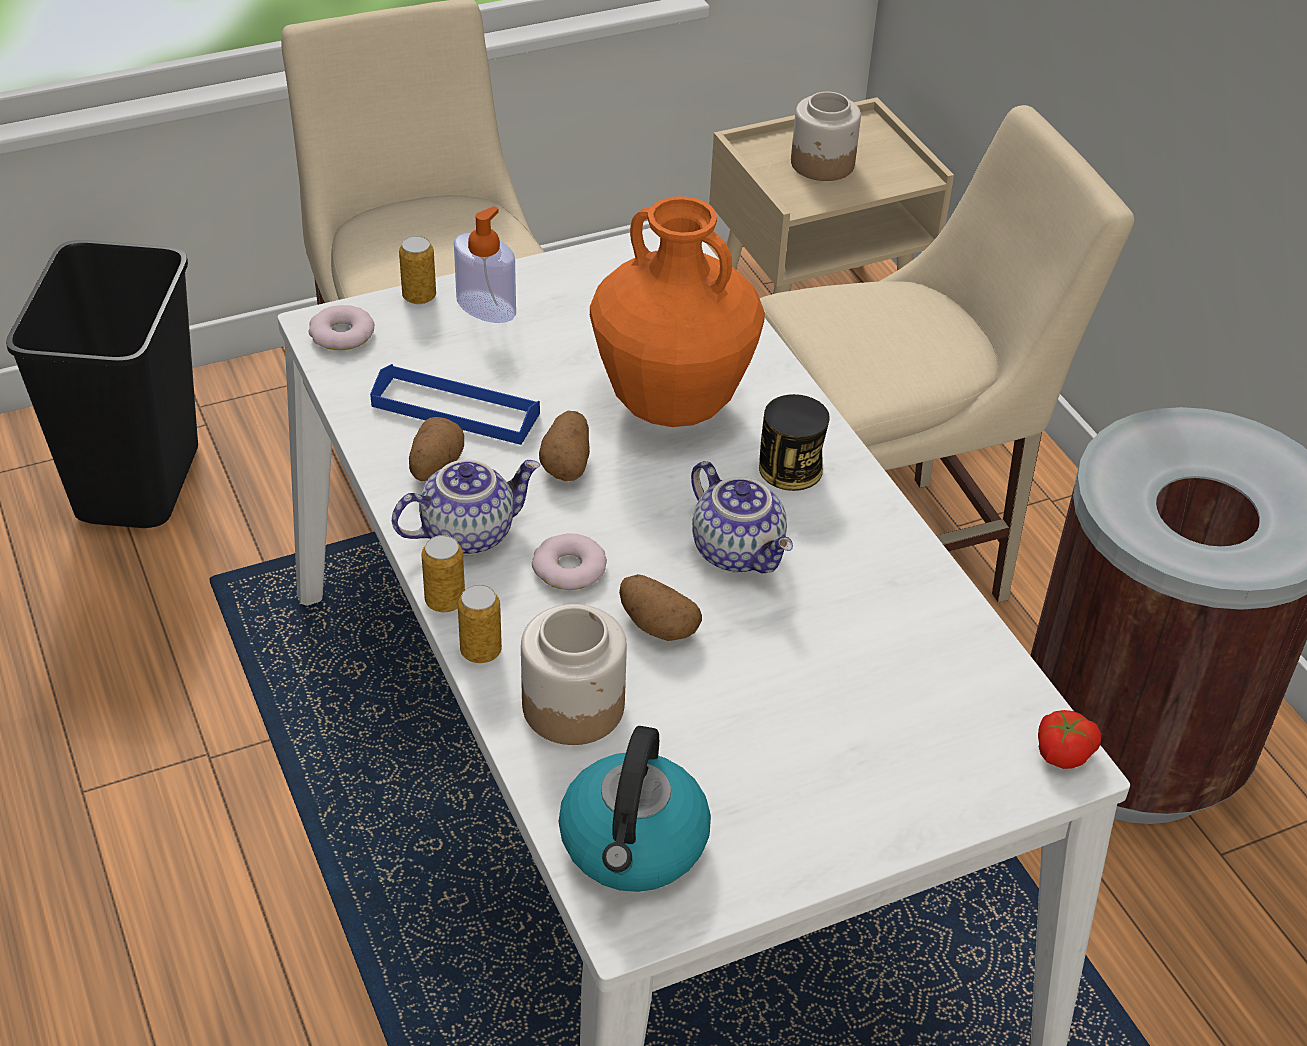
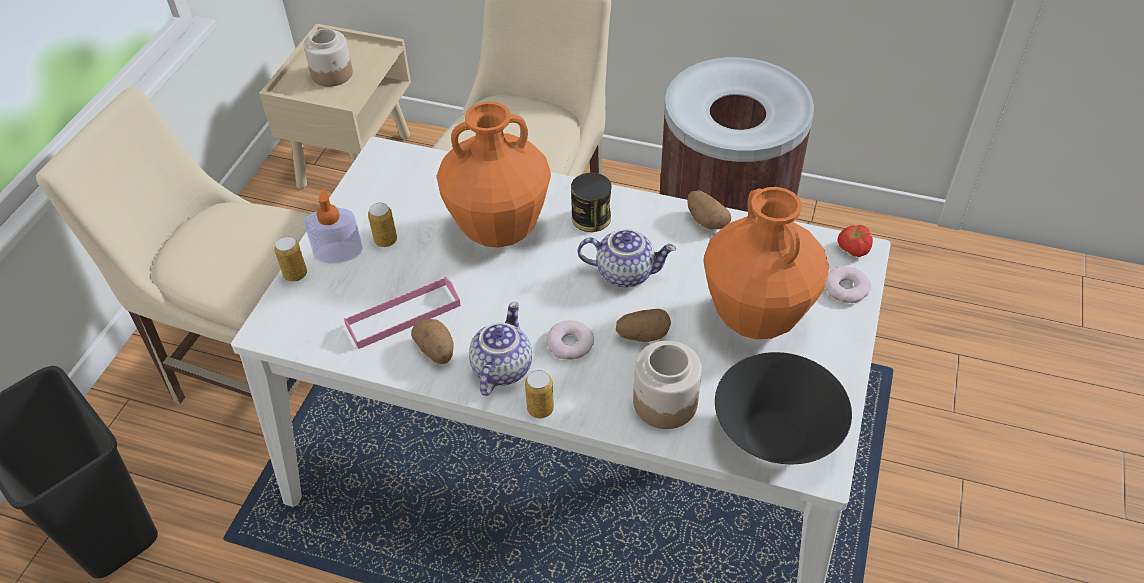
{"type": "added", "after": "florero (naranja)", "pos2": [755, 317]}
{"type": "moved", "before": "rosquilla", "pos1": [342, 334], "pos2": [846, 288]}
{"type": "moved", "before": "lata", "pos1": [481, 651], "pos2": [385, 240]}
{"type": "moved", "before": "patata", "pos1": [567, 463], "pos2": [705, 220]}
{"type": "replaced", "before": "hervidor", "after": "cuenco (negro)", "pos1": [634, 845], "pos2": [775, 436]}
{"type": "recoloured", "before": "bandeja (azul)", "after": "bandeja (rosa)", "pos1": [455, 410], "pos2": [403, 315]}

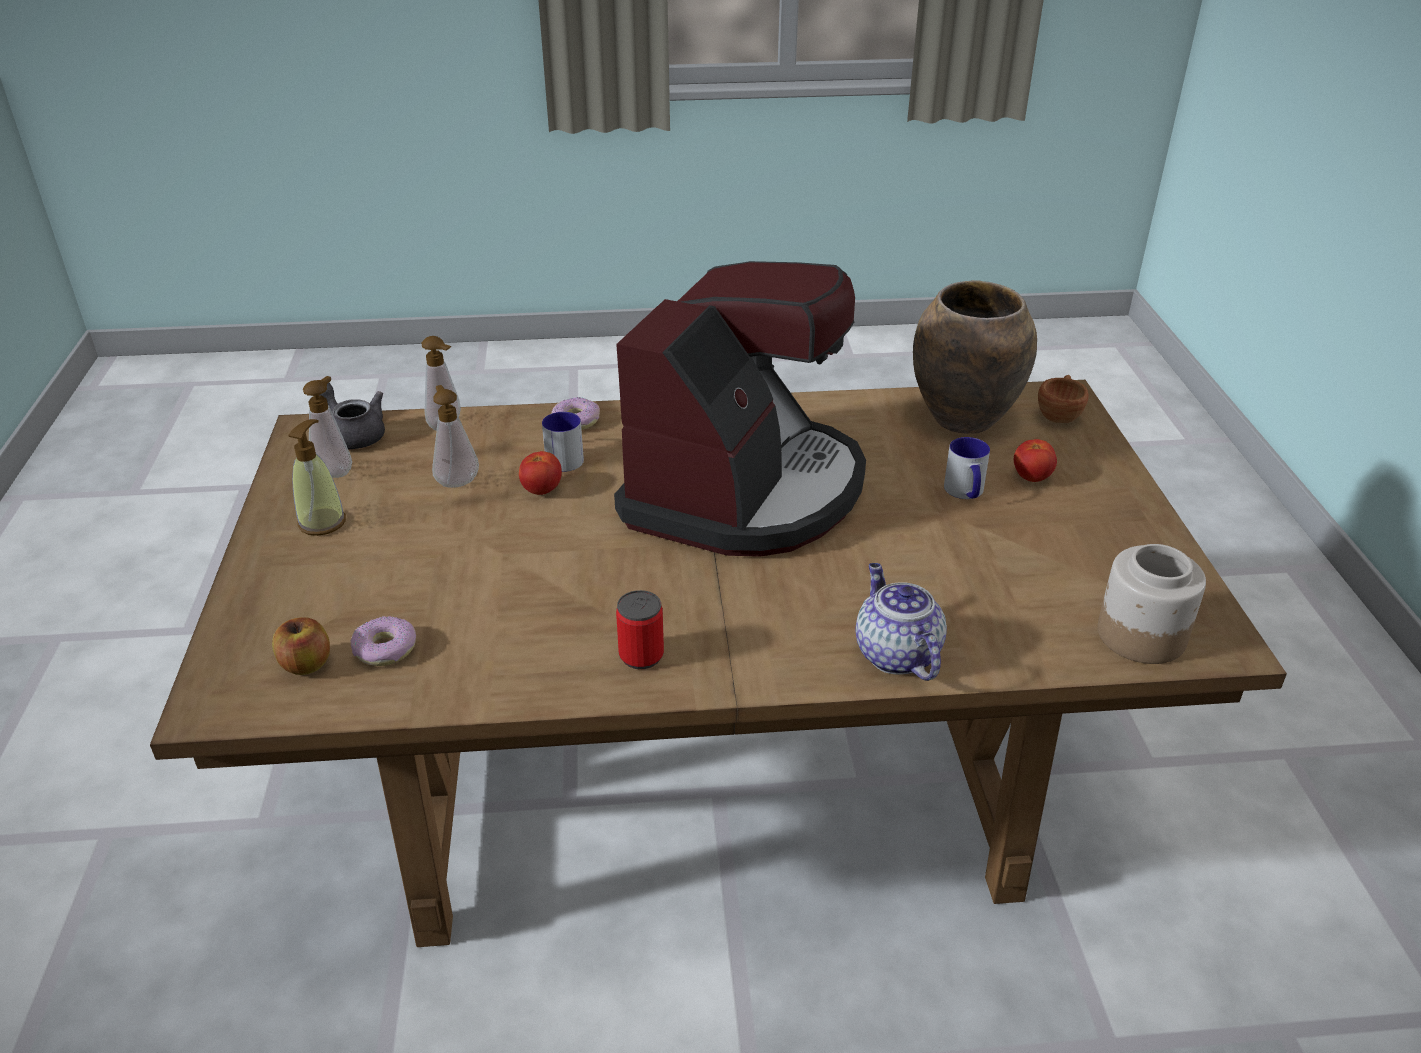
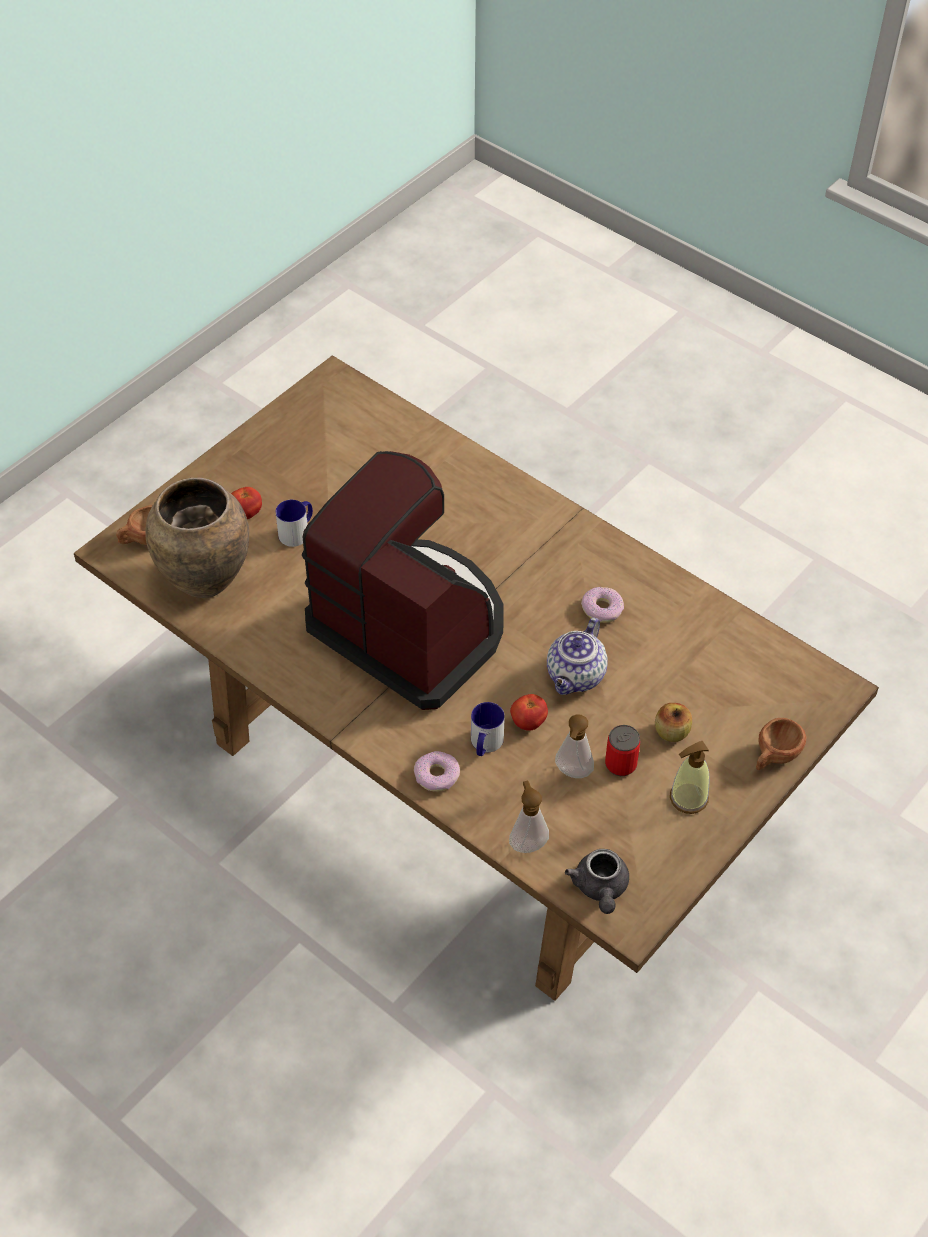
{"type": "removed", "before": "dispensador de jabón", "pos1": [336, 471]}
{"type": "removed", "before": "tarro", "pos1": [1140, 635]}
{"type": "added", "after": "taza (marrón)", "pos2": [774, 757]}
{"type": "moved", "before": "manzana", "pos1": [306, 664], "pos2": [671, 732]}
{"type": "moved", "before": "rosquilla", "pos1": [385, 649], "pos2": [602, 609]}
{"type": "moved", "before": "lata", "pos1": [641, 655], "pos2": [620, 764]}
{"type": "moved", "before": "tetera", "pos1": [895, 654], "pos2": [575, 677]}
{"type": "turned", "before": "cafetera", "pos1": [745, 490], "pos2": [411, 626], "turn": 60}

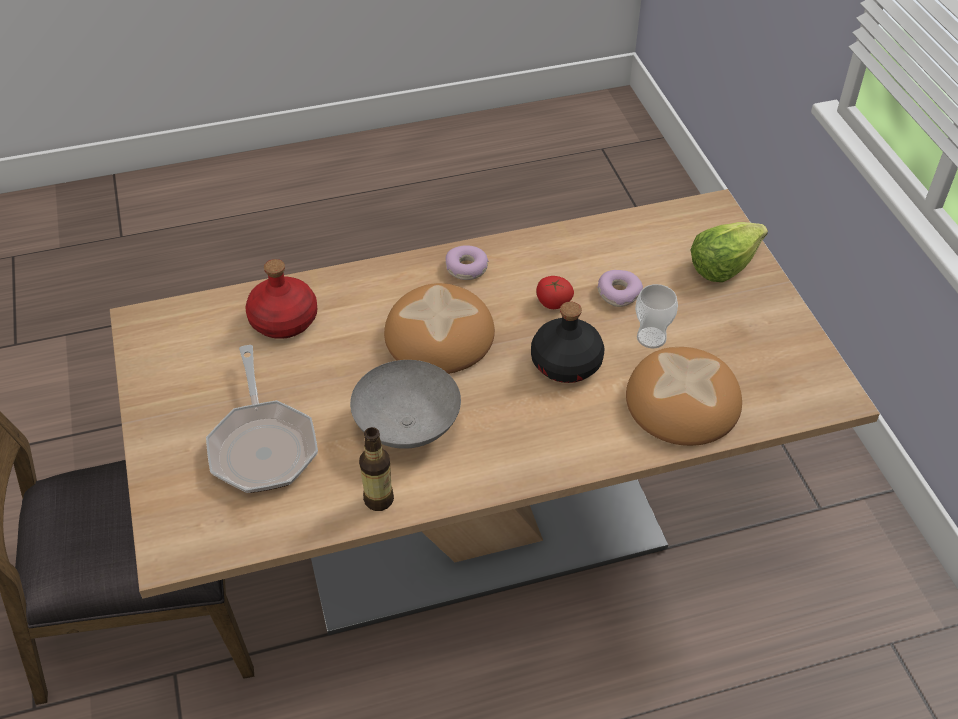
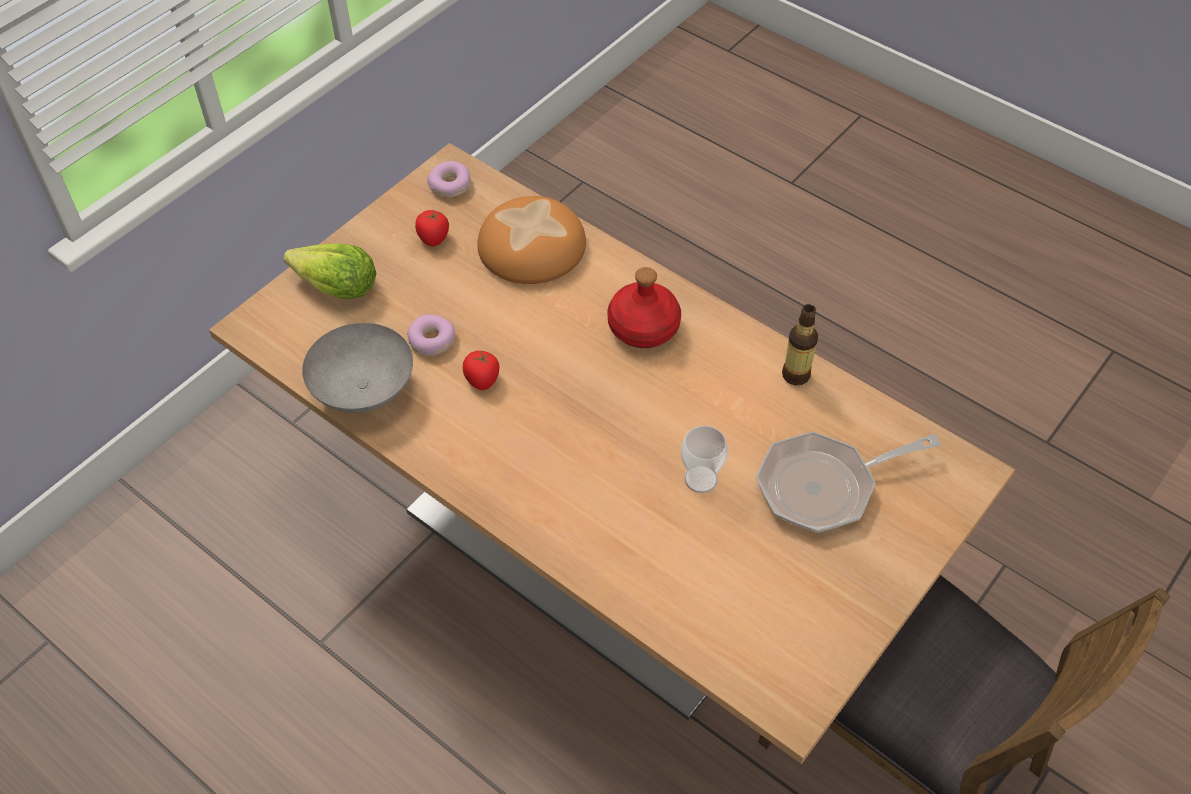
{"type": "removed", "before": "pan", "pos1": [439, 336]}
{"type": "removed", "before": "botella (negro)", "pos1": [566, 363]}
{"type": "added", "after": "tomate", "pos2": [433, 238]}
{"type": "moved", "before": "botella (rojo)", "pos1": [284, 319], "pos2": [642, 327]}
{"type": "moved", "before": "cuenco (gris)", "pos1": [409, 427], "pos2": [362, 388]}
{"type": "moved", "before": "rosquilla", "pos1": [466, 268], "pos2": [450, 185]}
{"type": "moved", "before": "taza", "pos1": [651, 337], "pos2": [700, 479]}
{"type": "turned", "before": "sartén", "pos1": [262, 445], "pos2": [824, 486], "turn": -150}

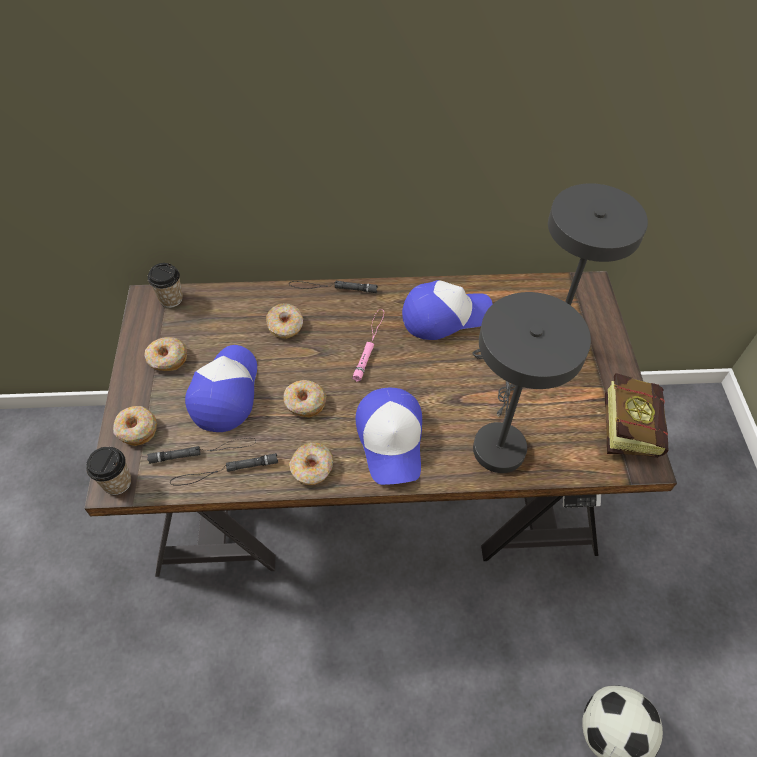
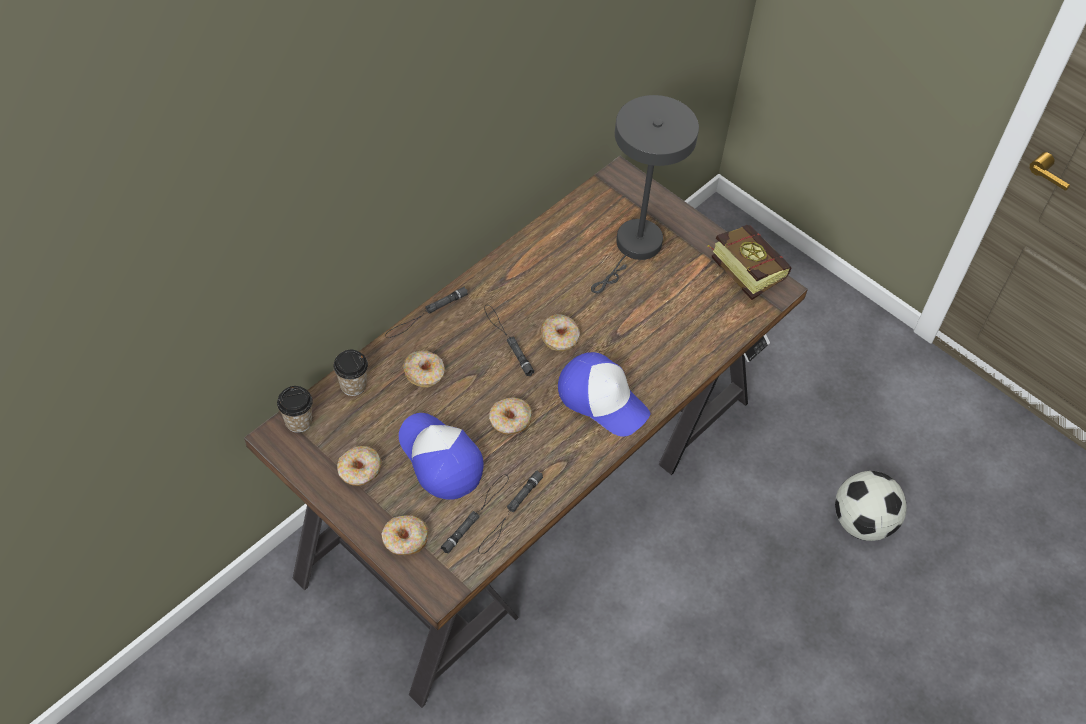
{"type": "removed", "before": "gorra", "pos1": [445, 315]}
{"type": "removed", "before": "lámpara de mesa (gris)", "pos1": [499, 440]}
{"type": "moved", "before": "taza", "pos1": [117, 482], "pos2": [353, 385]}
{"type": "moved", "before": "rosquilla", "pos1": [312, 468], "pos2": [560, 338]}
{"type": "recoloured", "before": "linterna (rosa)", "after": "linterna (negro)", "pos1": [369, 344], "pos2": [507, 340]}

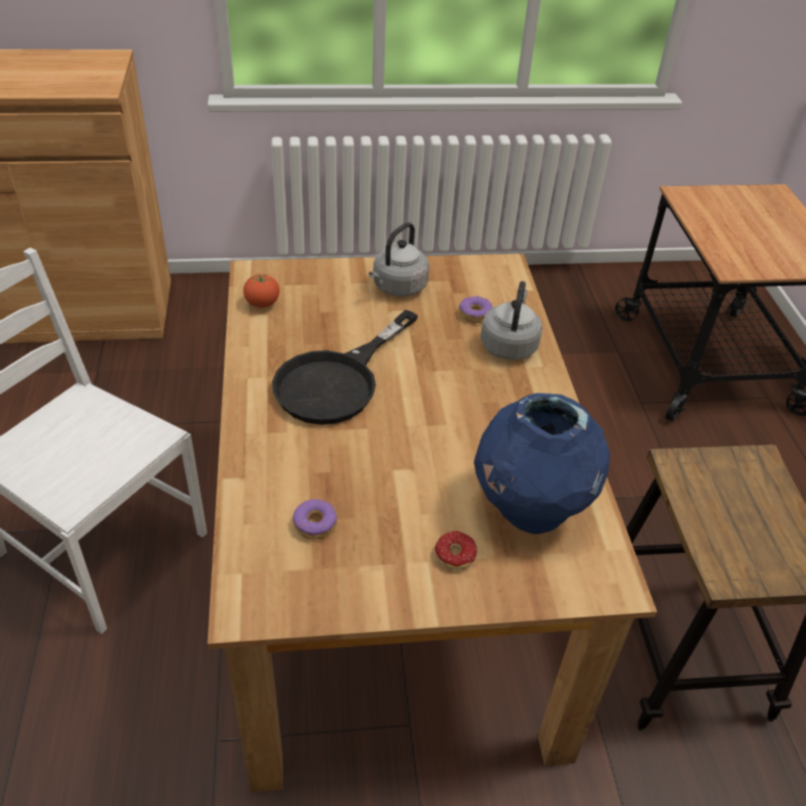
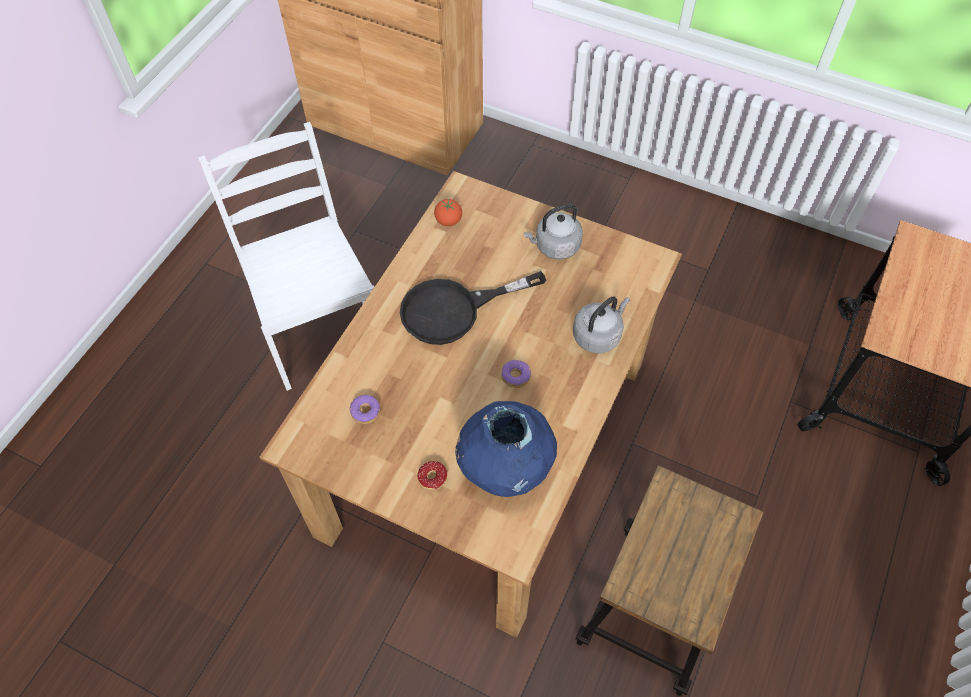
{"type": "moved", "before": "rosquilla", "pos1": [474, 314], "pos2": [515, 376]}

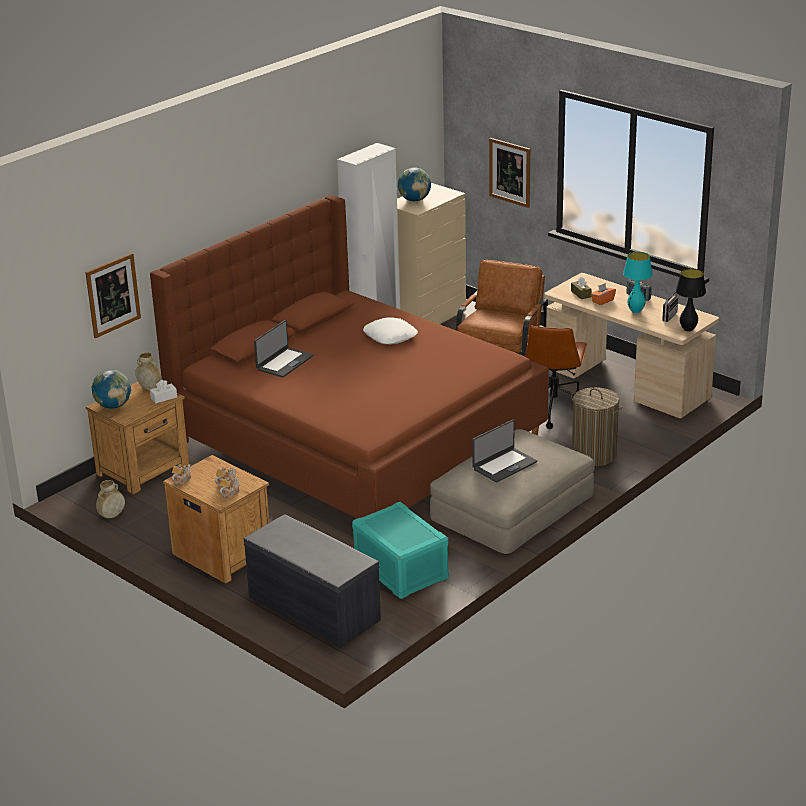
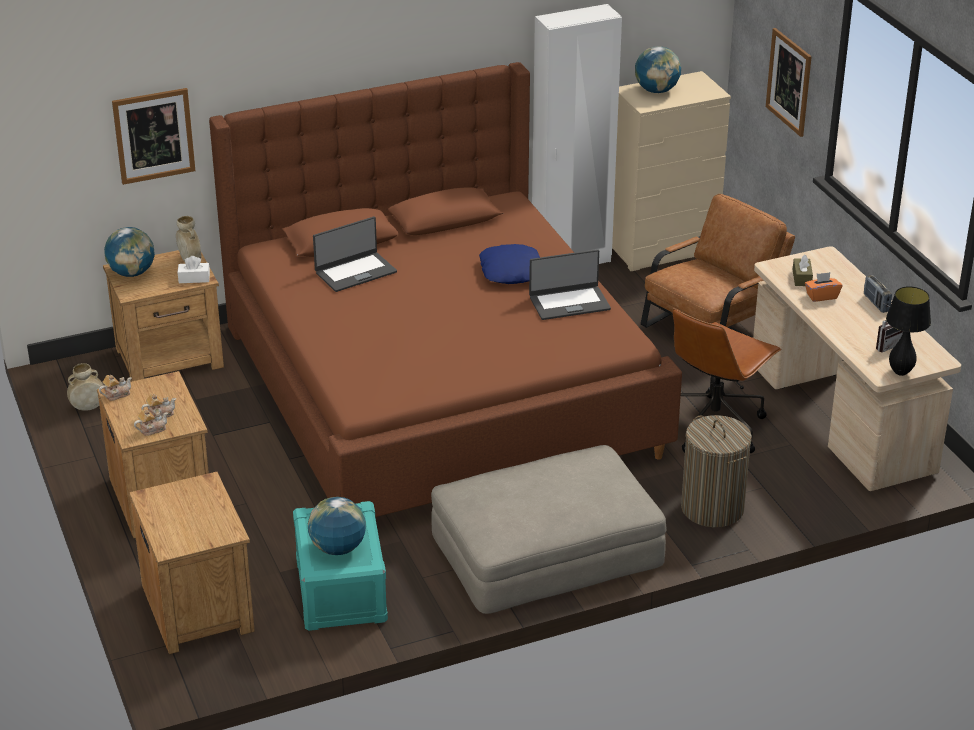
{"type": "removed", "before": "lámpara de mesa (turquesa)", "pos1": [635, 311]}
{"type": "added", "after": "globo terráqueo", "pos2": [337, 548]}
{"type": "moved", "before": "portátil", "pos1": [504, 465], "pos2": [569, 303]}
{"type": "replaced", "before": "banco (gris)", "after": "mesita de noche (marrón)", "pos1": [312, 609], "pos2": [198, 607]}
{"type": "recoloured", "before": "cojín (blanco)", "after": "cojín (azul)", "pos1": [390, 336], "pos2": [512, 271]}

